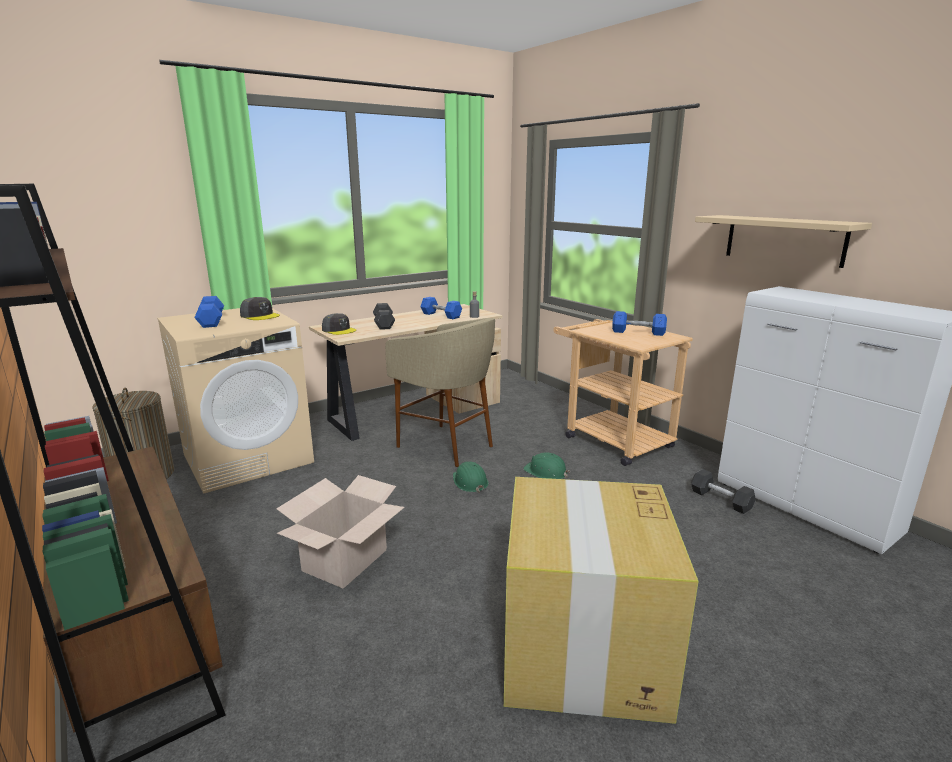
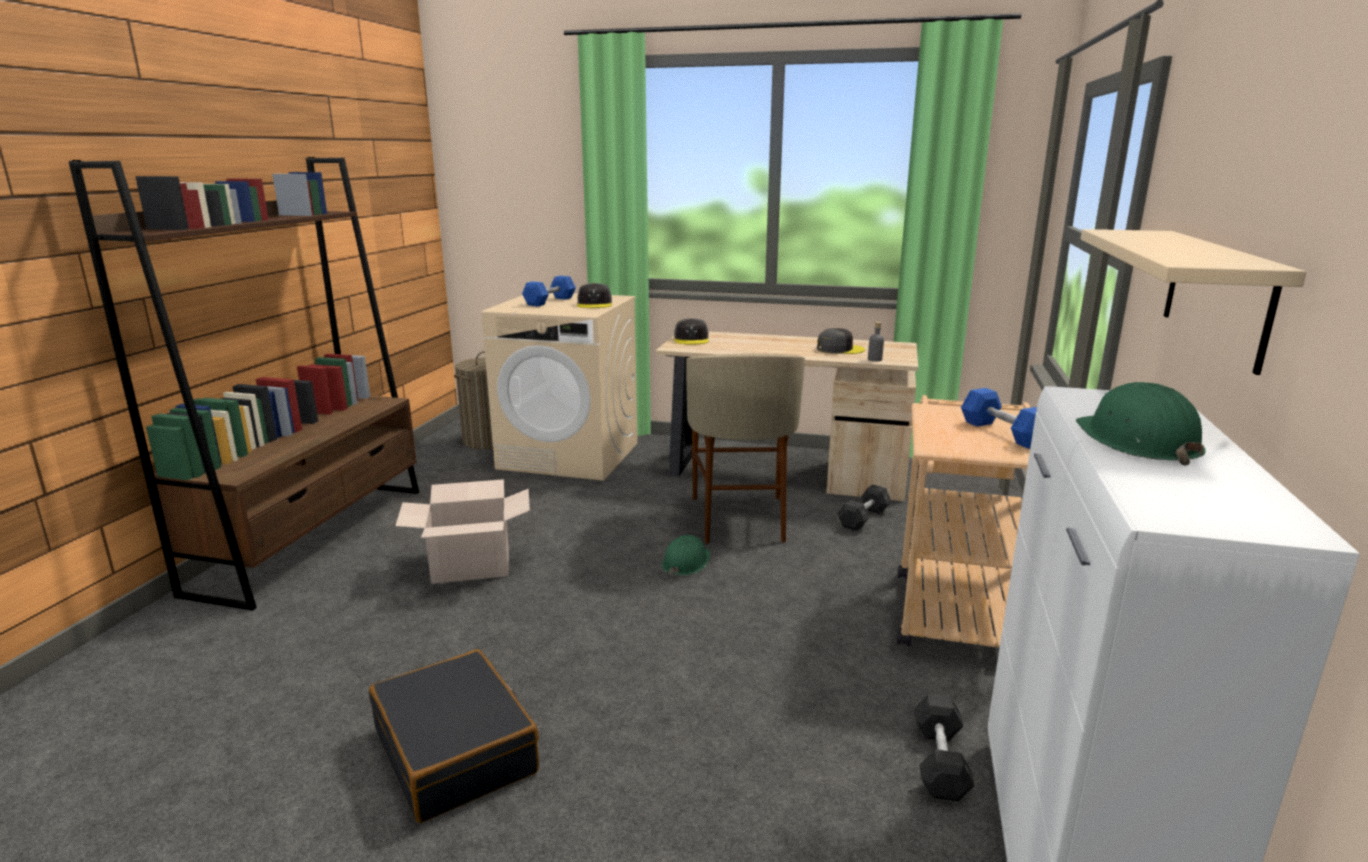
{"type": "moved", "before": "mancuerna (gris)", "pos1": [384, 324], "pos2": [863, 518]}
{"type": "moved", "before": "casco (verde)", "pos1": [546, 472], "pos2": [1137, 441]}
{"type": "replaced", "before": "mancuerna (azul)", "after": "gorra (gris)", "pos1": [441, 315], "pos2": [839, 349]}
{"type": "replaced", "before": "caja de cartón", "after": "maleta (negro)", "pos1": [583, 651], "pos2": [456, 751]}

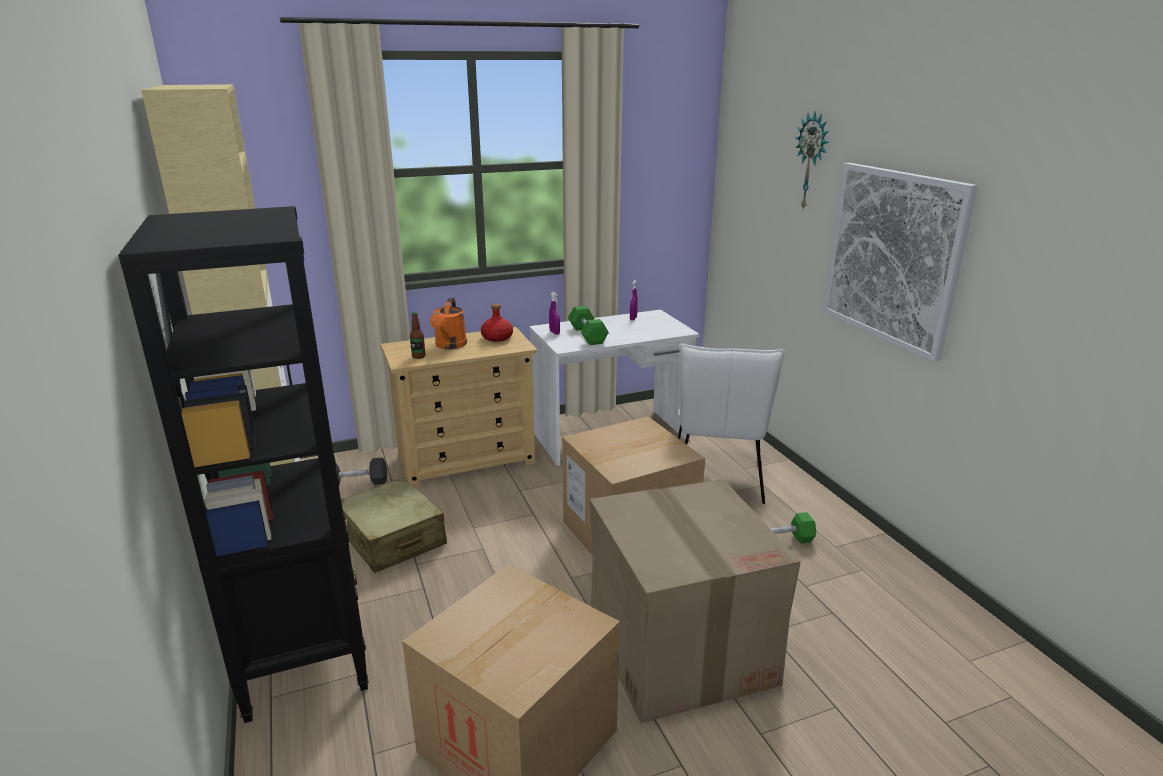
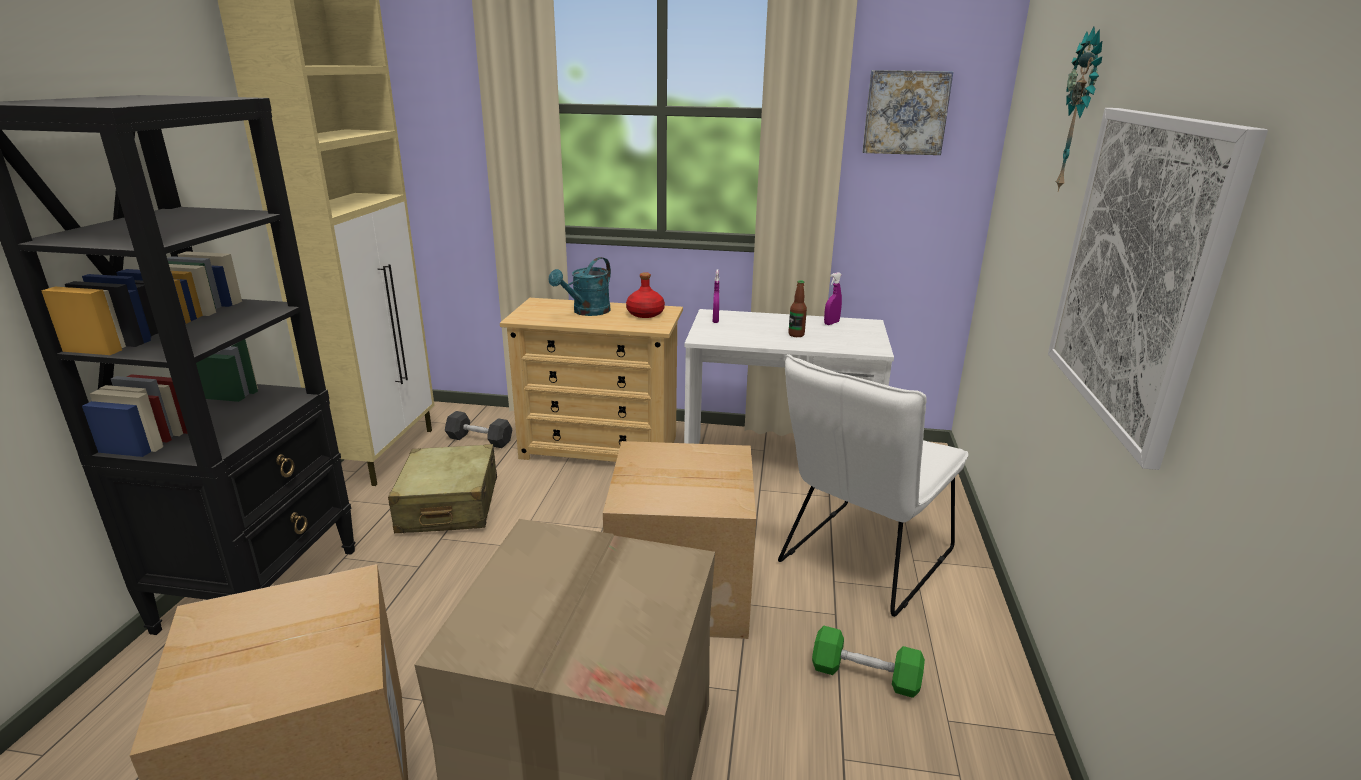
{"type": "removed", "before": "mancuerna (verde)", "pos1": [587, 335]}
{"type": "added", "after": "cuadro", "pos2": [905, 112]}
{"type": "moved", "before": "botella", "pos1": [418, 356], "pos2": [796, 335]}
{"type": "recoloured", "before": "regadera (naranja)", "after": "regadera (turquesa)", "pos1": [449, 346], "pos2": [587, 312]}

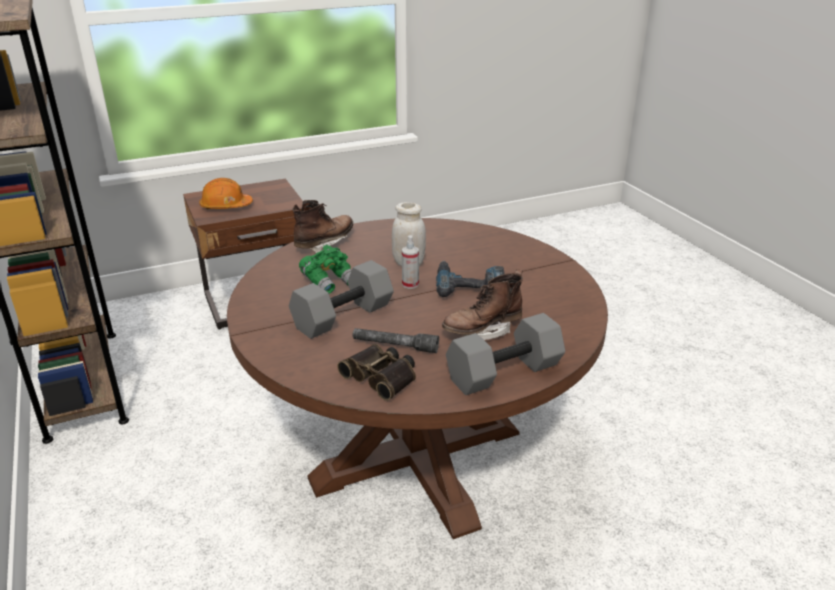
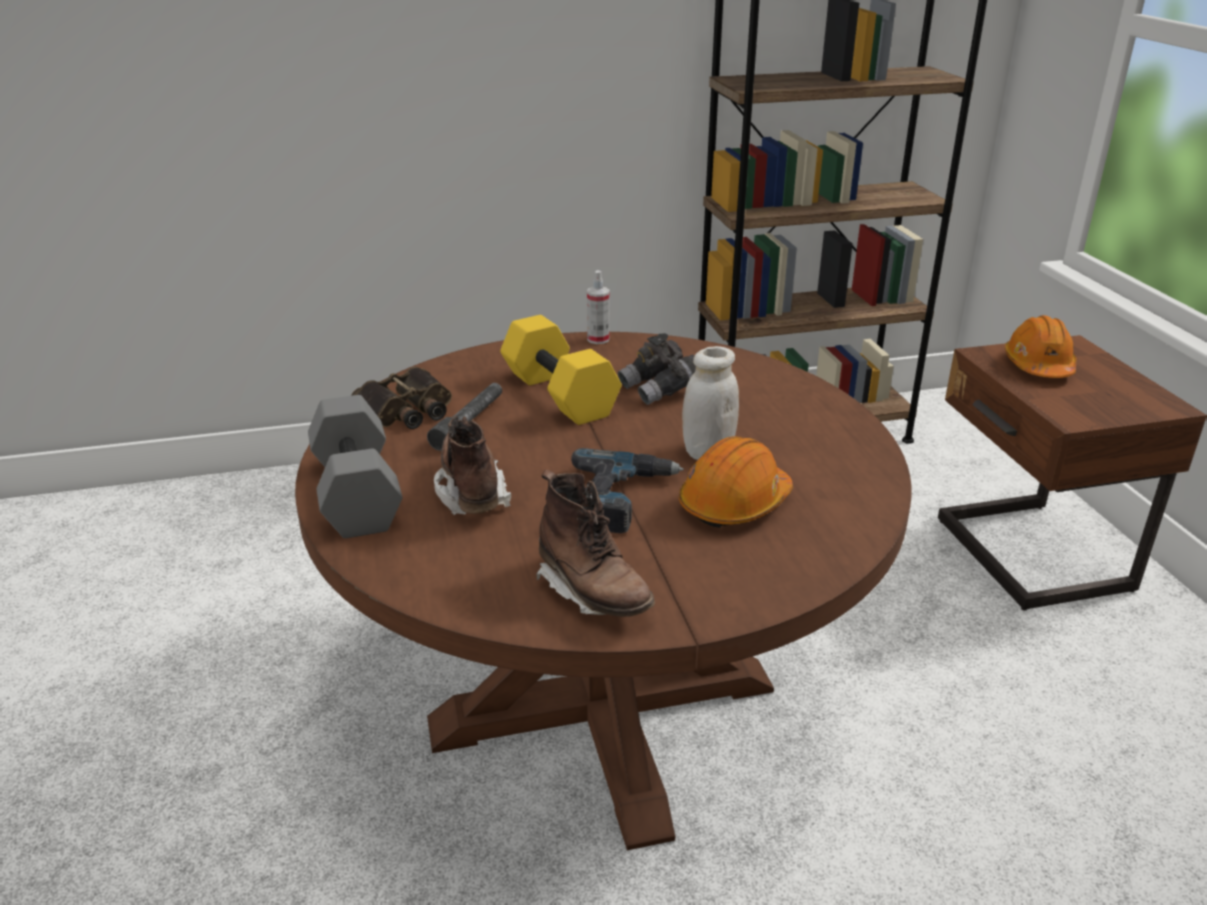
{"type": "added", "after": "casco (naranja)", "pos2": [734, 503]}
{"type": "moved", "before": "bota (marrón)", "pos1": [324, 243], "pos2": [593, 593]}
{"type": "moved", "before": "pulverizador", "pos1": [410, 284], "pos2": [598, 339]}
{"type": "recoloured", "before": "mancuerna (gris)", "after": "mancuerna (amarillo)", "pos1": [343, 315], "pos2": [562, 394]}
{"type": "recoloured", "before": "prismáticos (verde)", "after": "prismáticos (gris)", "pos1": [329, 281], "pos2": [661, 389]}

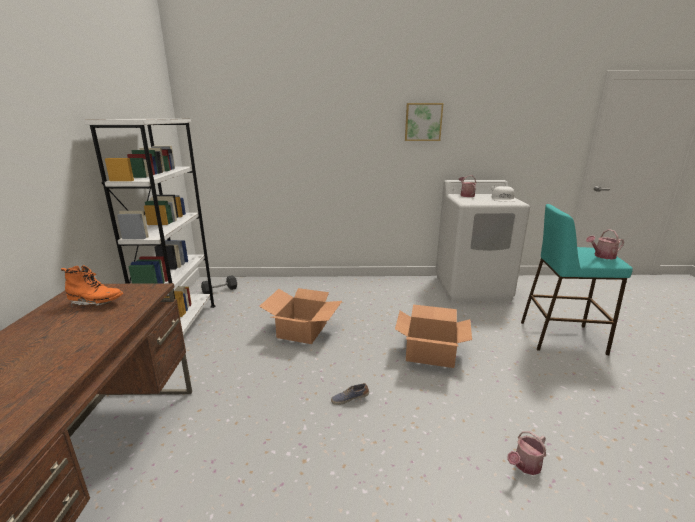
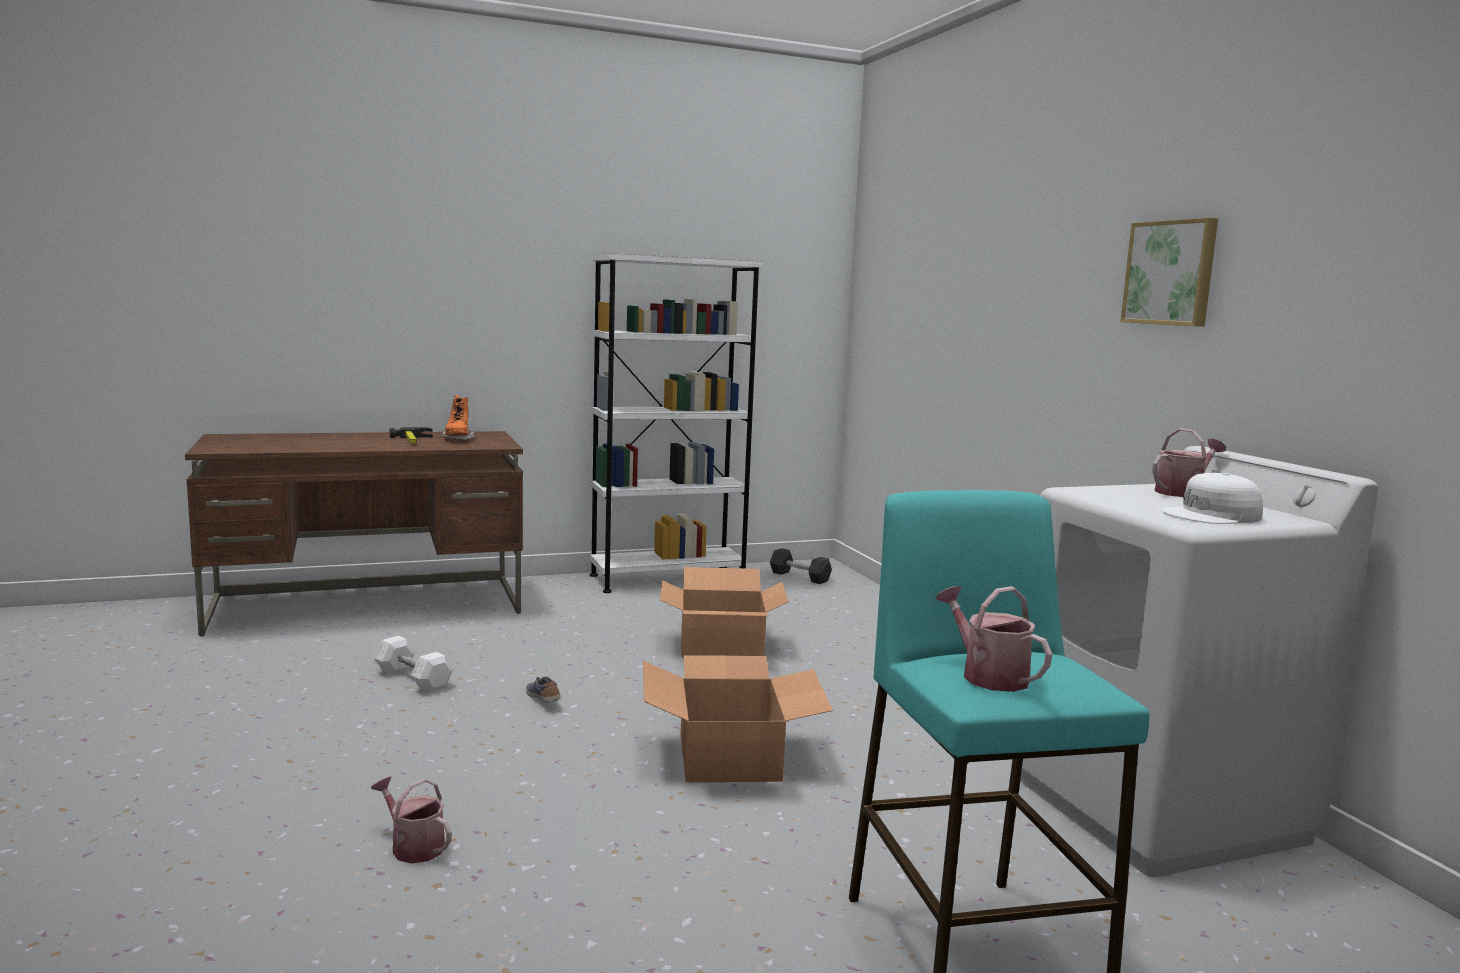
{"type": "added", "after": "mancuerna (blanco)", "pos2": [413, 679]}
{"type": "added", "after": "martillo", "pos2": [413, 441]}

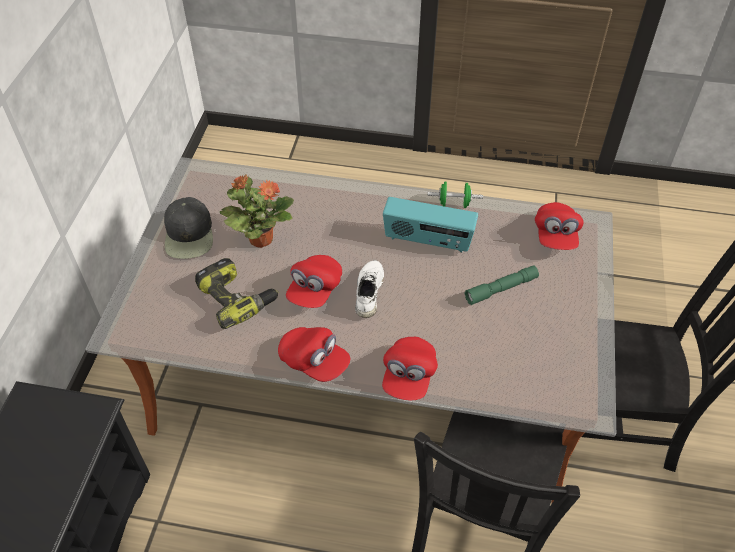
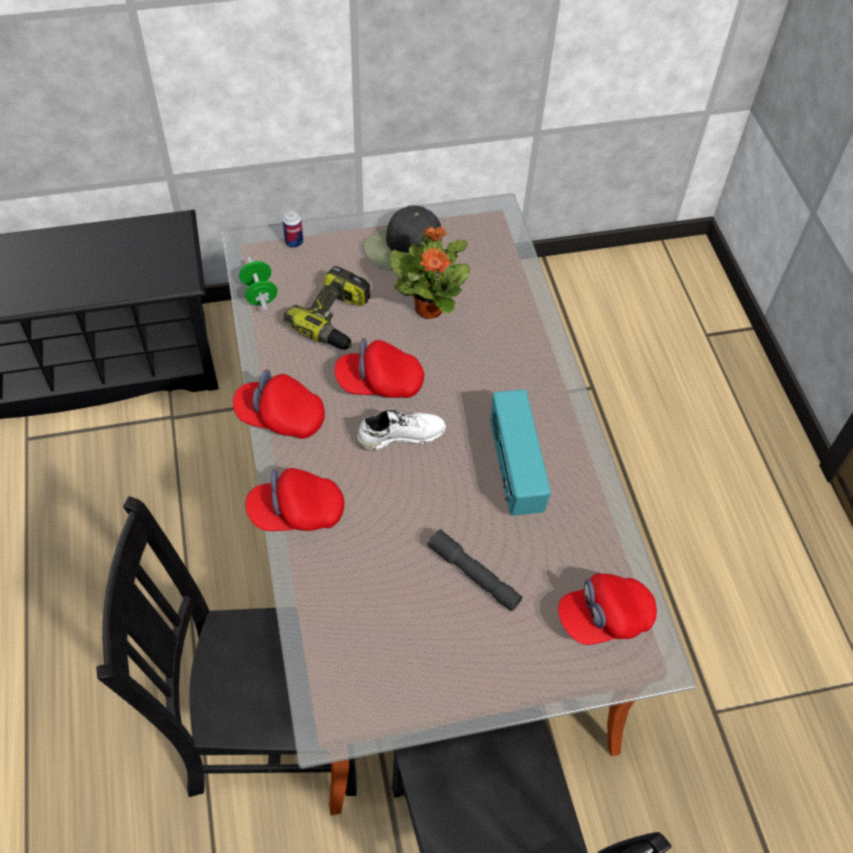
{"type": "added", "after": "lata", "pos2": [294, 242]}
{"type": "moved", "before": "mancuerna (verde)", "pos1": [454, 203], "pos2": [259, 294]}
{"type": "recoloured", "before": "linterna (verde)", "after": "linterna (gris)", "pos1": [501, 289], "pos2": [474, 575]}
{"type": "turned", "before": "gorra (rojo)", "pos1": [314, 362], "pos2": [280, 417], "turn": 90}

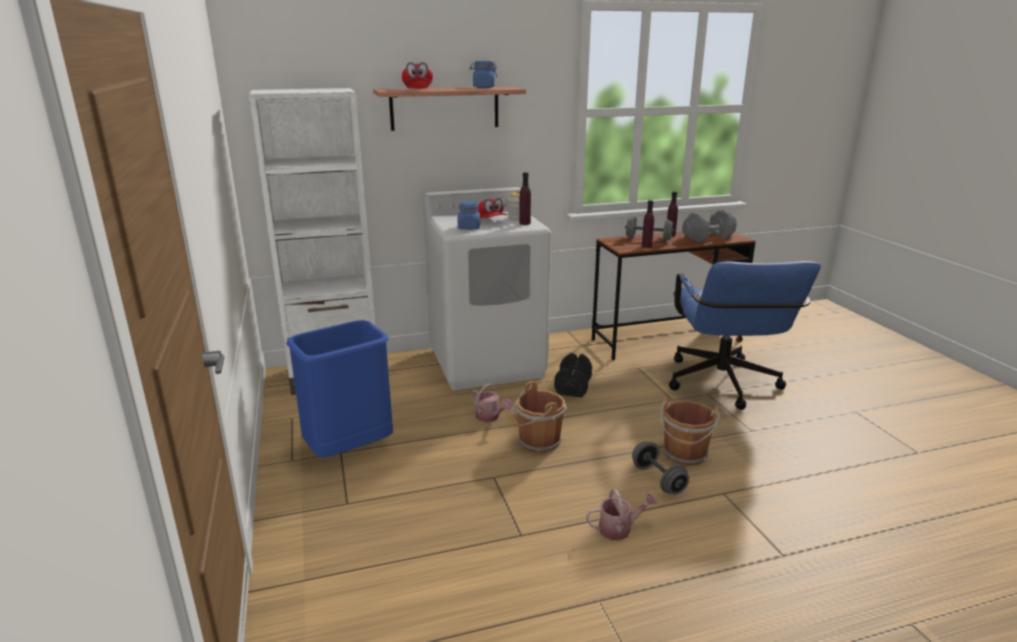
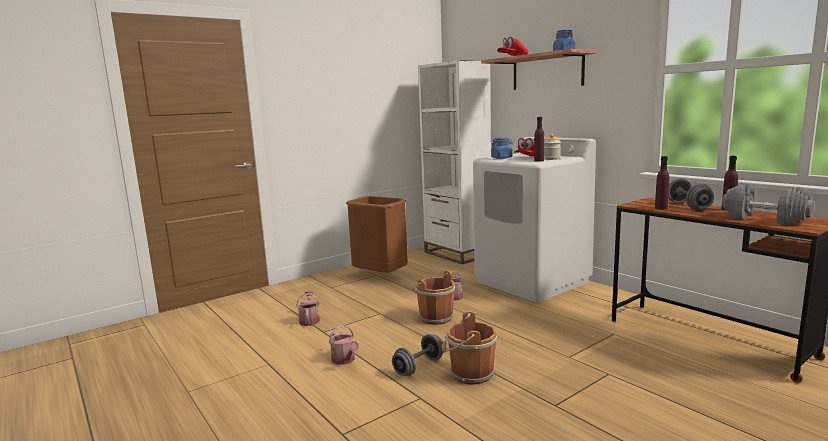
{"type": "removed", "before": "mancuerna (negro)", "pos1": [572, 386]}
{"type": "removed", "before": "silla de oficina (azul)", "pos1": [724, 387]}
{"type": "added", "after": "regadera", "pos2": [309, 320]}
{"type": "recoloured", "before": "papelera (azul)", "after": "papelera (marrón)", "pos1": [349, 451], "pos2": [379, 276]}

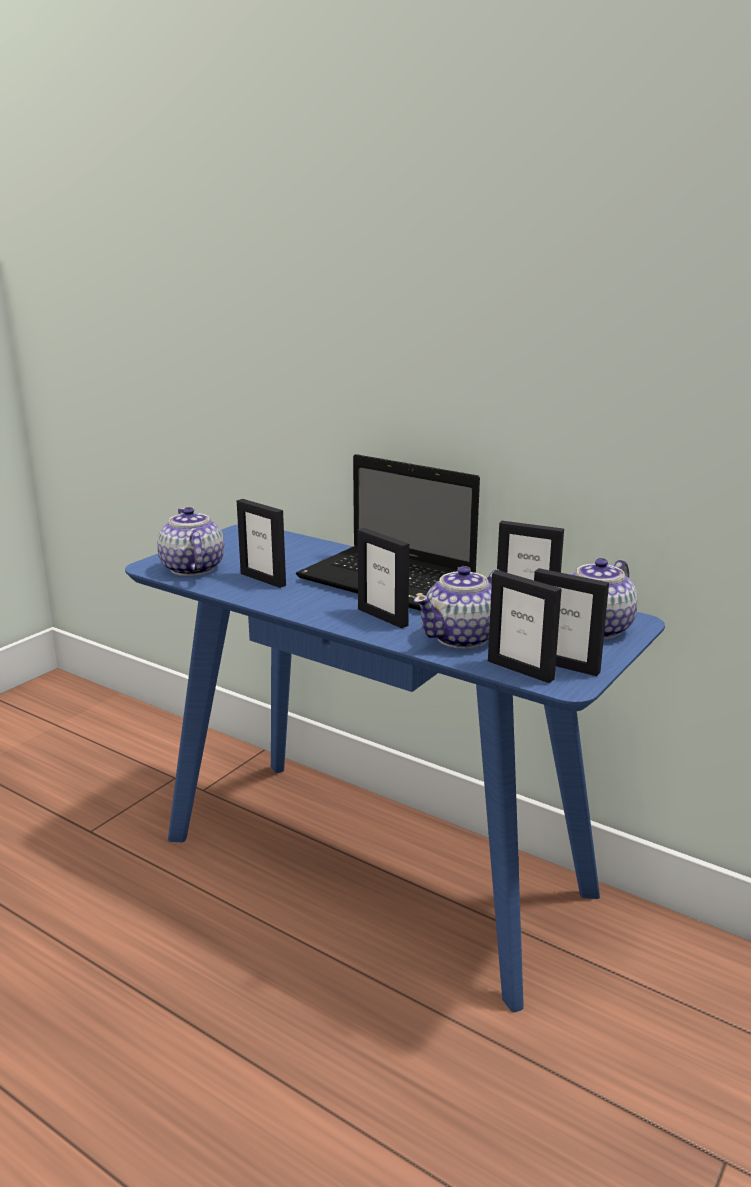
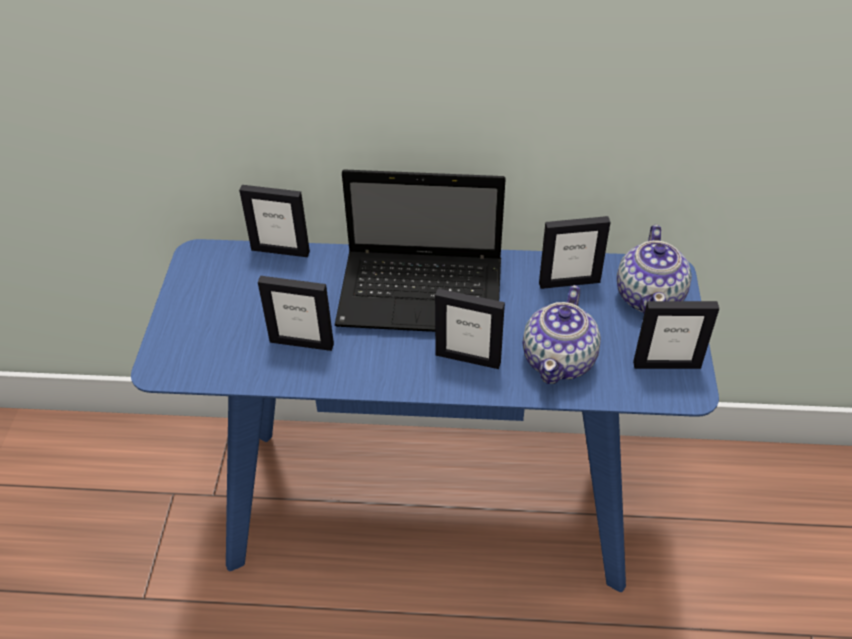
{"type": "removed", "before": "tetera", "pos1": [192, 569]}
{"type": "moved", "before": "portarretratos", "pos1": [520, 670], "pos2": [280, 250]}

